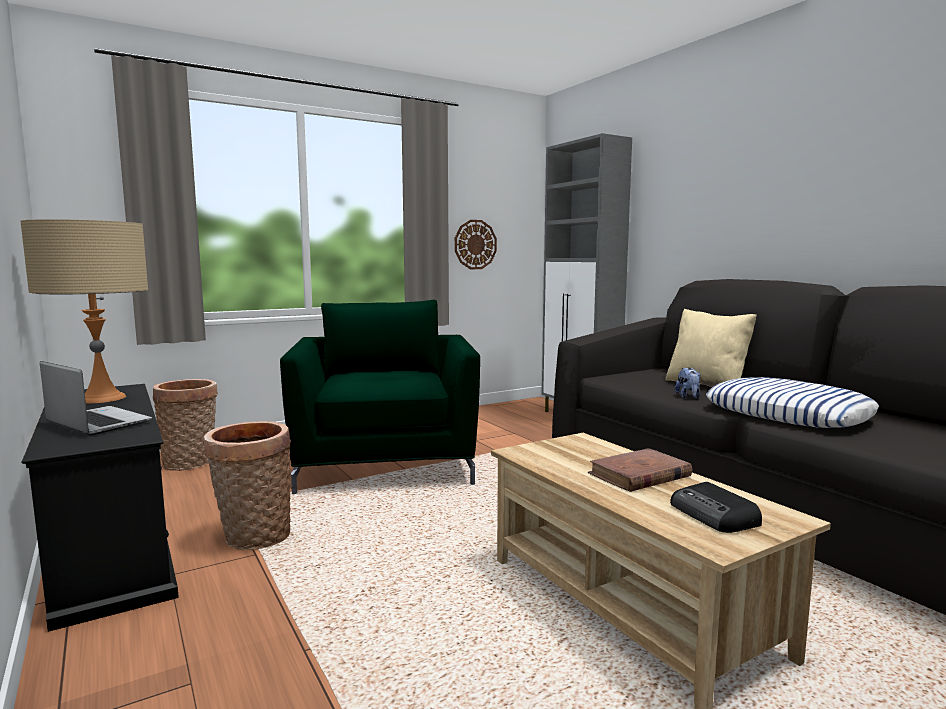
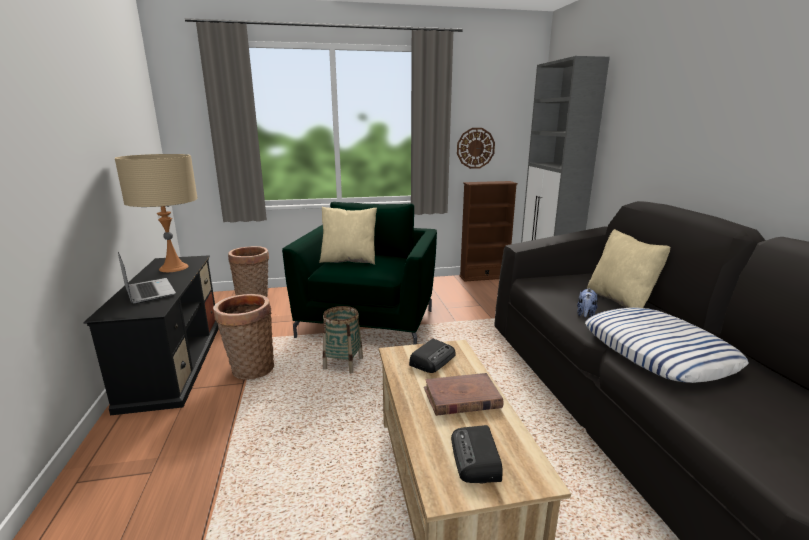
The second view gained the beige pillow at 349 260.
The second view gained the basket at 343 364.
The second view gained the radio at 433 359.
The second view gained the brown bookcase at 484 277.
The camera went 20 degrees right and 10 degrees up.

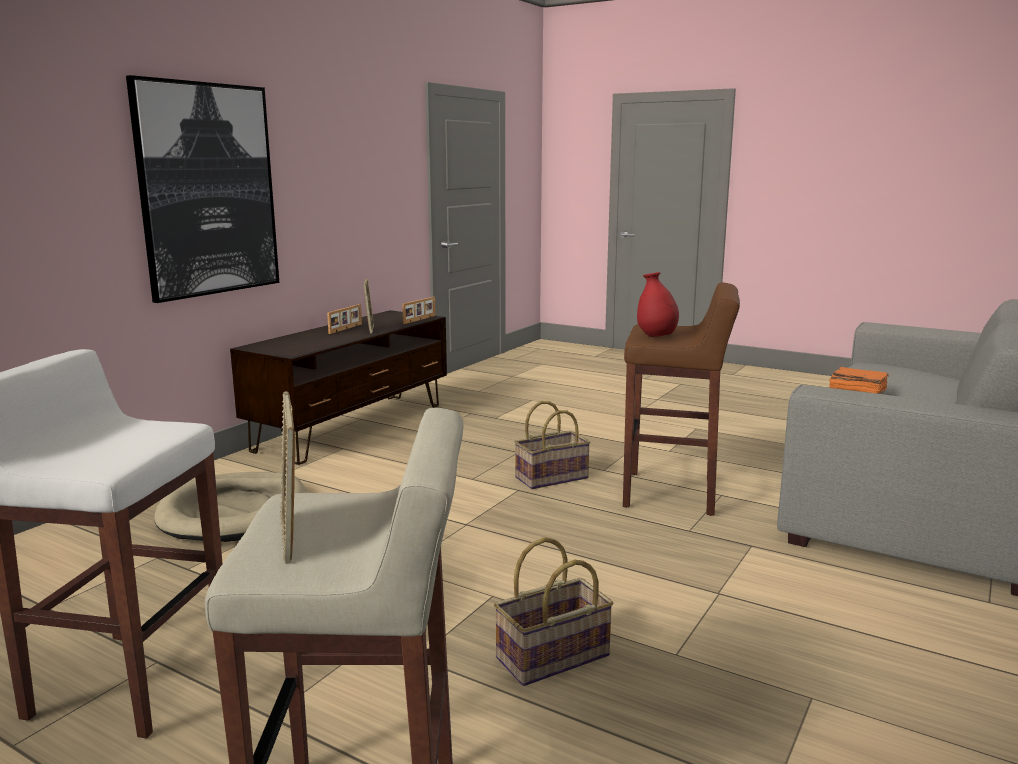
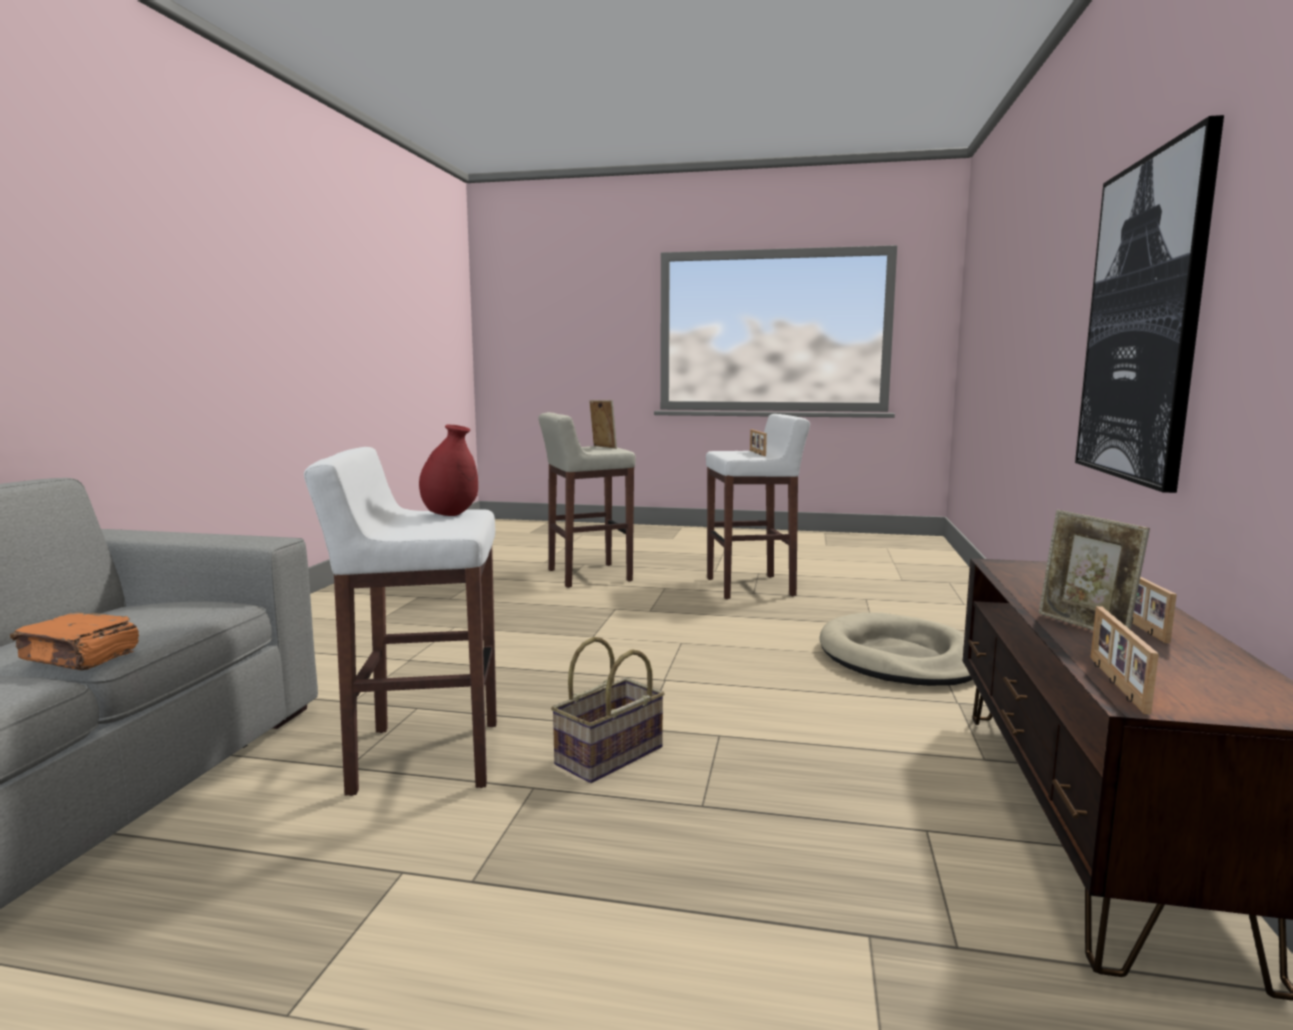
What was the brown stool at 672 493 turned into the white stool at 424 757.
The second view gained the picture frame at 756 453.
The second view lost the basket at 553 658.
The camera went 160 degrees right and 5 degrees down.

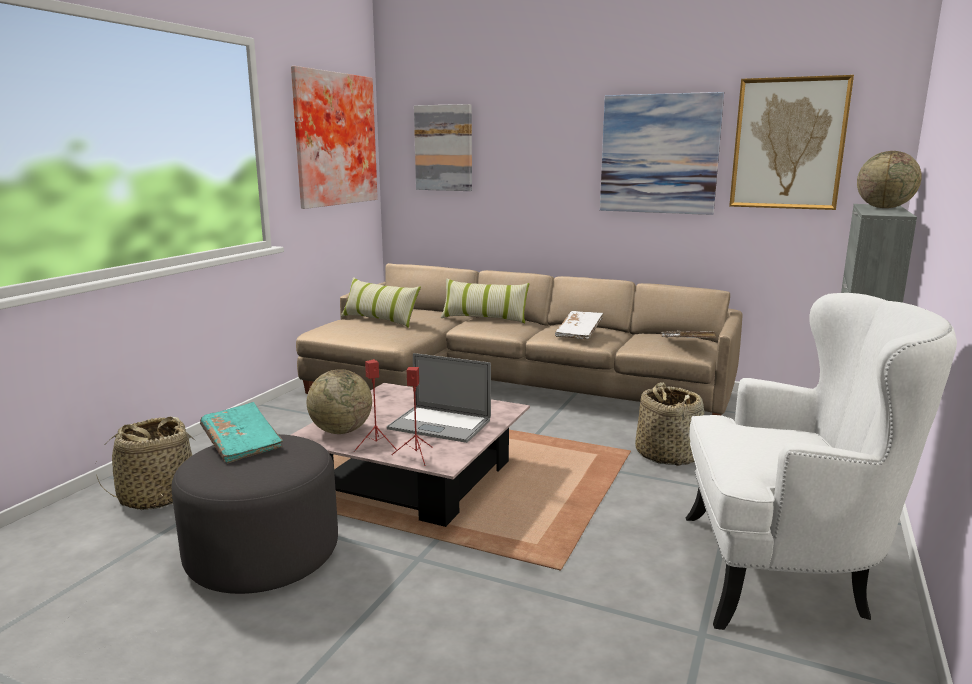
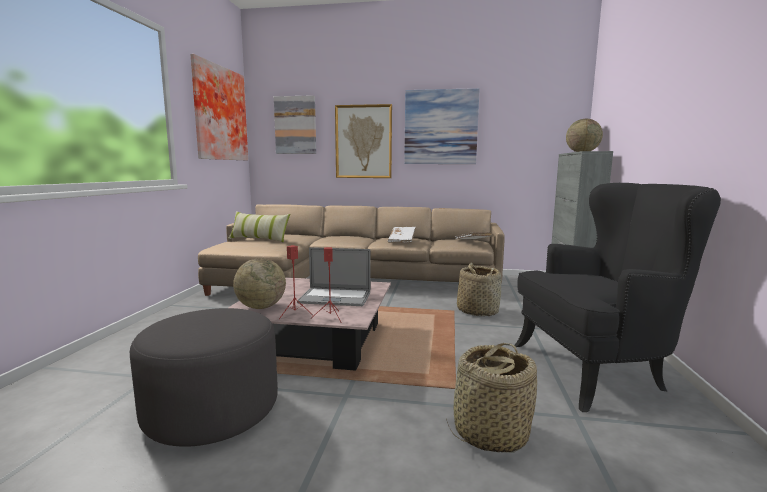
The picture ended up elsewhere, having gone from 788 144 to 363 142.
The basket ended up elsewhere, having gone from 156 497 to 490 433.
What was the white armchair at 785 572 turned into the black armchair at 597 370.
The second view lost the turquoise book at 242 444.
The second view lost the pillow at 484 318.
The camera went 15 degrees left and 5 degrees down.

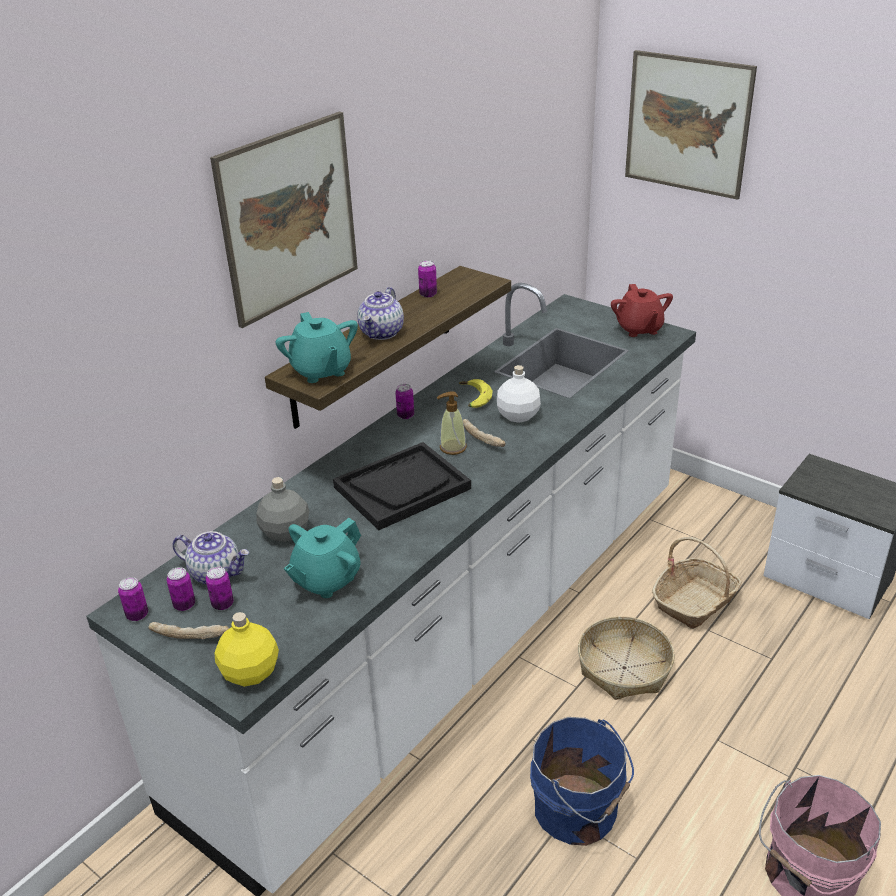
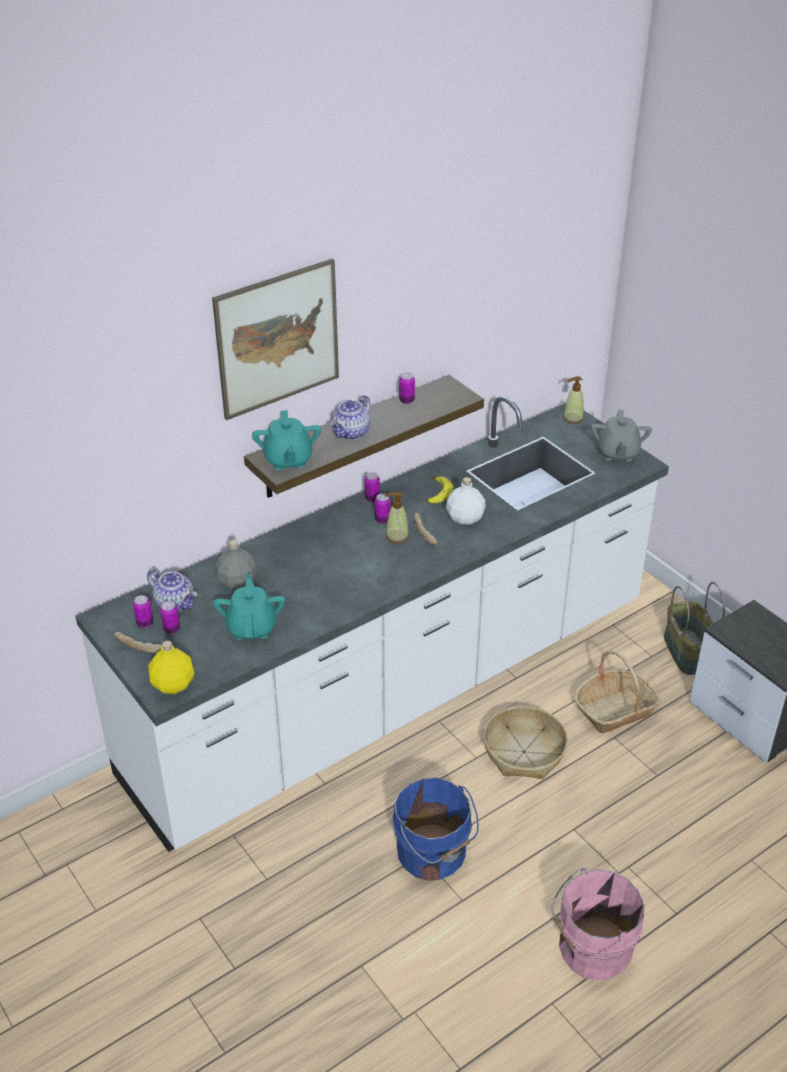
The turquoise teapot at 326 580 ended up facing another way, 120 degrees clockwise from before.
The can ended up elsewhere, having gone from 137 615 to 382 520.
The second view gained the soap dispenser at 573 418.
What was the red teapot at 639 329 turned into the grey teapot at 617 453.
The second view gained the basket at 686 651.
The second view lost the black tray at 402 488.
The second view lost the picture at 687 124.
The camera went 15 degrees right and 5 degrees up.

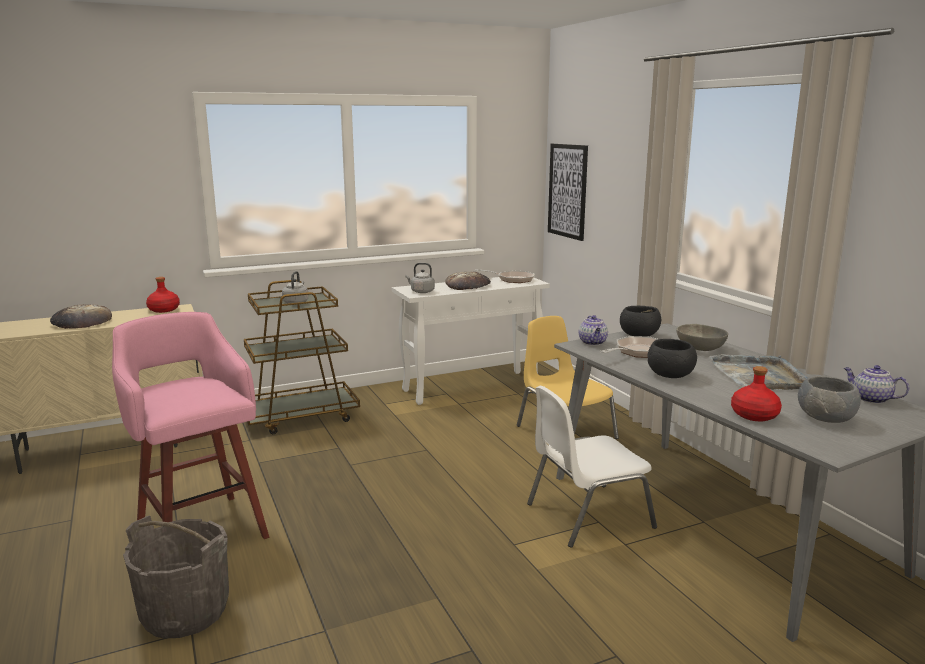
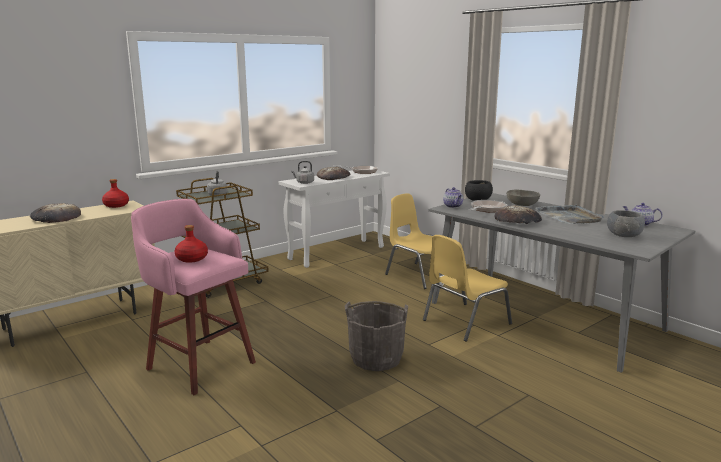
The red bottle ended up elsewhere, having gone from 754 415 to 192 258.
The grey bucket ended up elsewhere, having gone from 185 611 to 376 358.
What was the white chair at 587 515 turned into the yellow chair at 464 322.
Where the black bowl stood at 670 375, the bread came to stand at 517 220.
The second view lost the picture at 567 191.
The camera went 15 degrees left and 0 degrees up.

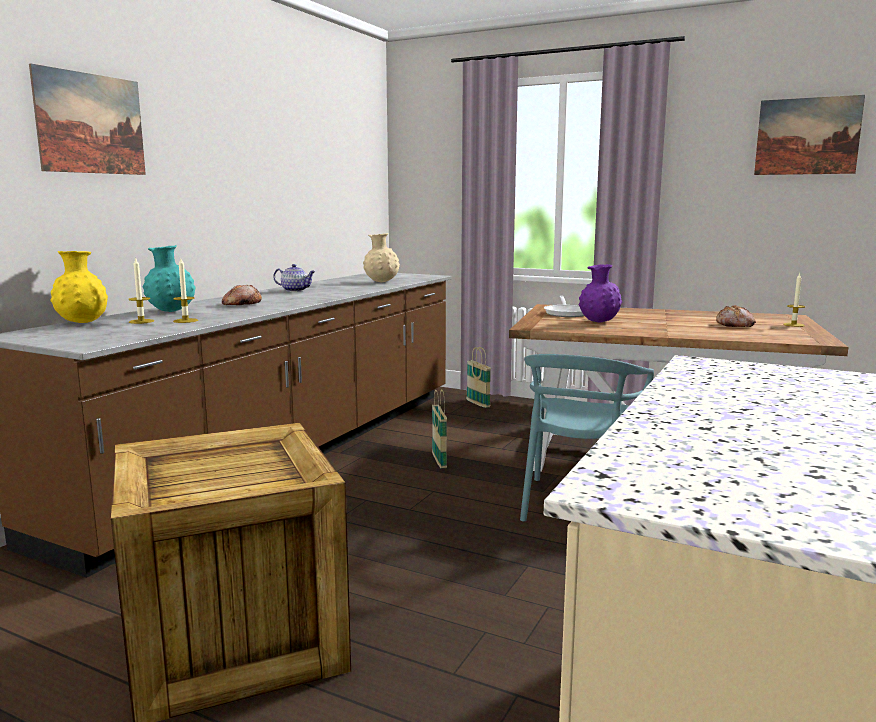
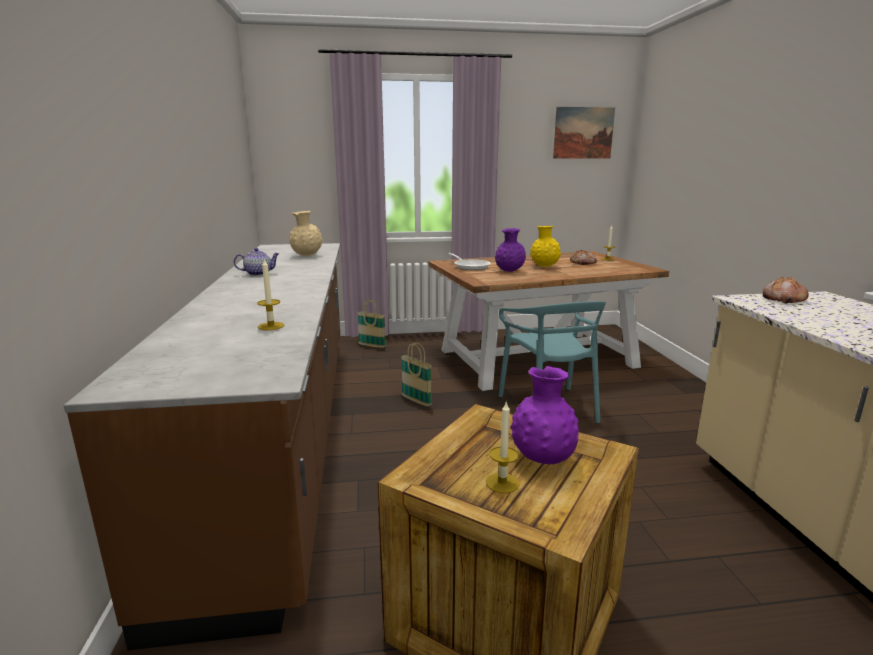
The candle ended up elsewhere, having gone from 141 321 to 502 483.
The second view gained the purple vase at 542 459.
The yellow vase ended up elsewhere, having gone from 82 322 to 544 266.
The bread ended up elsewhere, having gone from 241 304 to 782 299.
The second view lost the picture at 91 124.
The second view lost the turquoise vase at 171 311.
The camera went 35 degrees left and 5 degrees up.

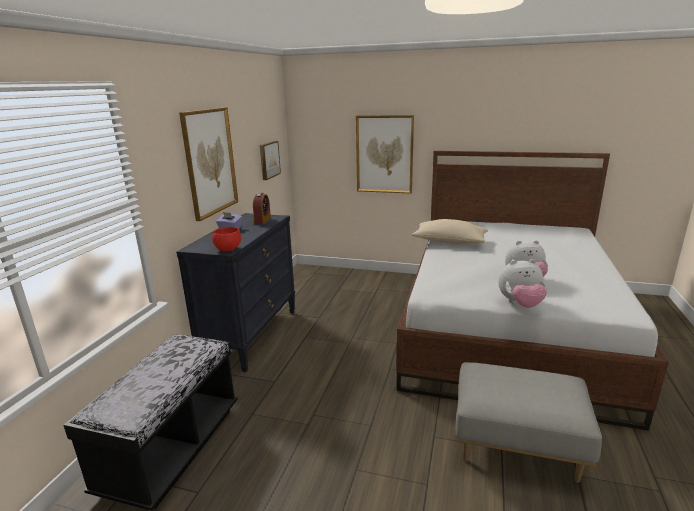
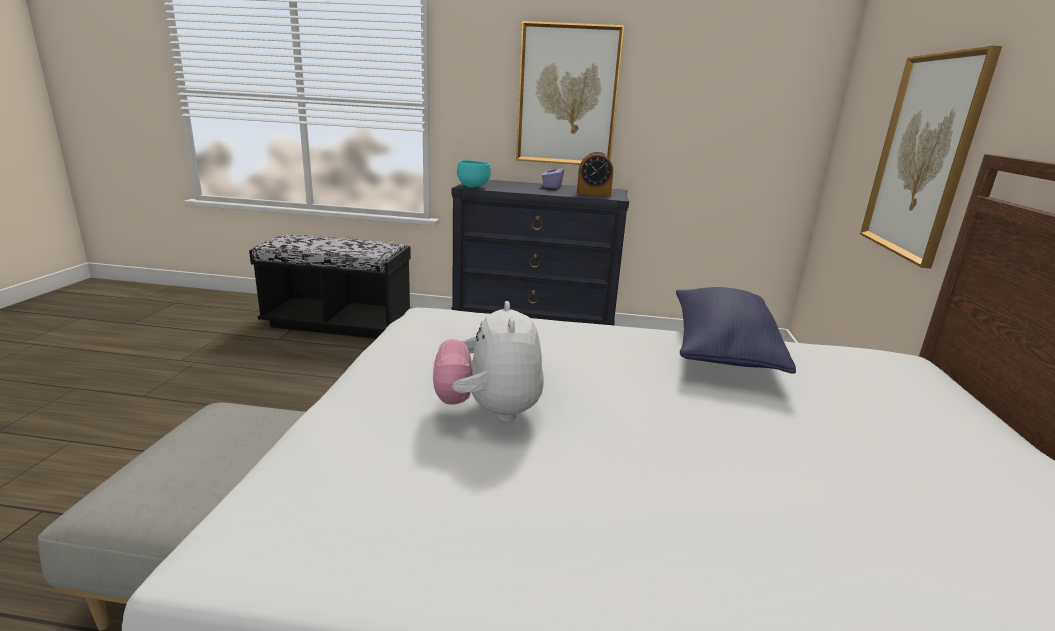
What was the red bowl at 227 249 turned into the turquoise bowl at 473 186.
What was the beige pillow at 449 242 turned into the blue pillow at 721 349.
The second view lost the picture at 268 160.
The second view lost the plush toy at 520 304.
The camera went 80 degrees right and 0 degrees up.

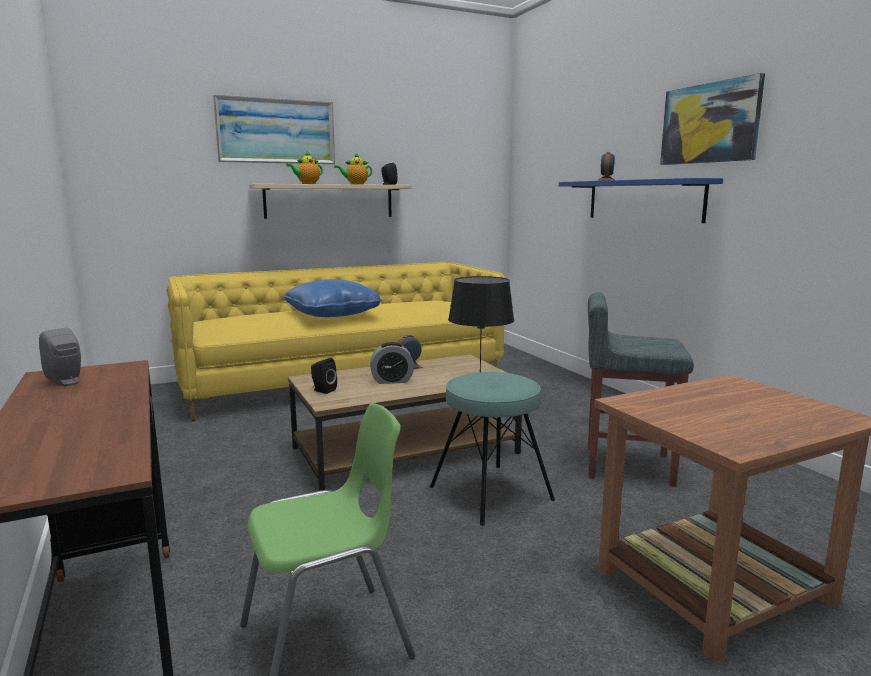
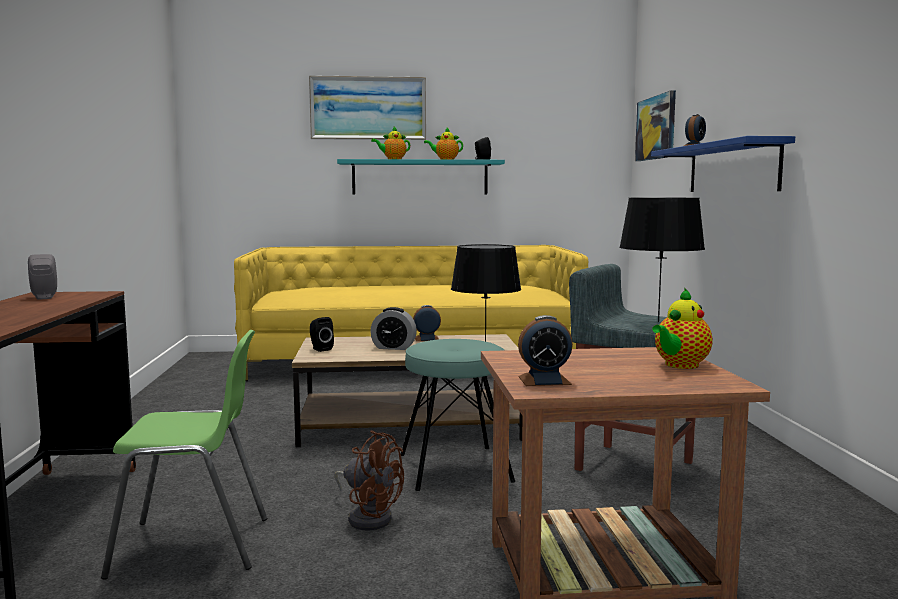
The second view gained the brown fan at 369 517.
What was the beige shelf at 329 201 turned into the turquoise shelf at 420 177.
The second view gained the alarm clock at 544 380.
The second view gained the black table lamp at 658 321.
The picture ended up elsewhere, having gone from 709 123 to 656 128.
The second view gained the teapot at 680 365.
The second view lost the blue pillow at 332 314.
The camera went 20 degrees right and 5 degrees down.

